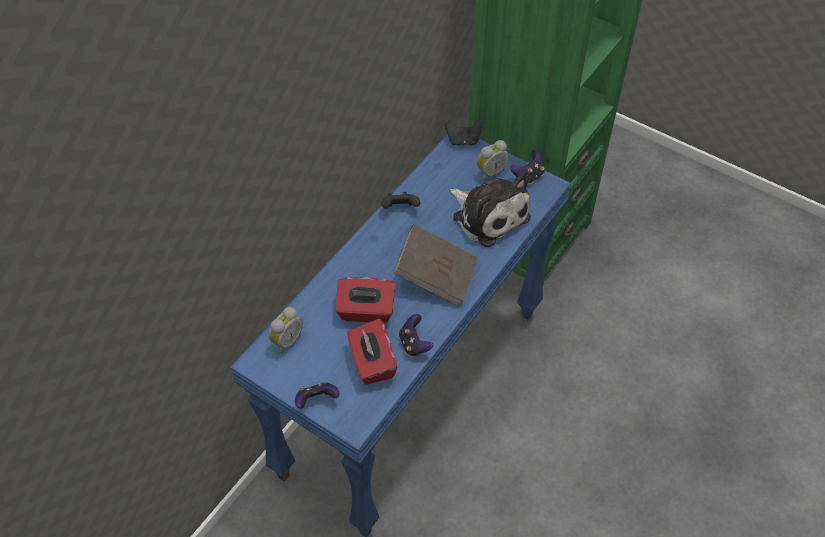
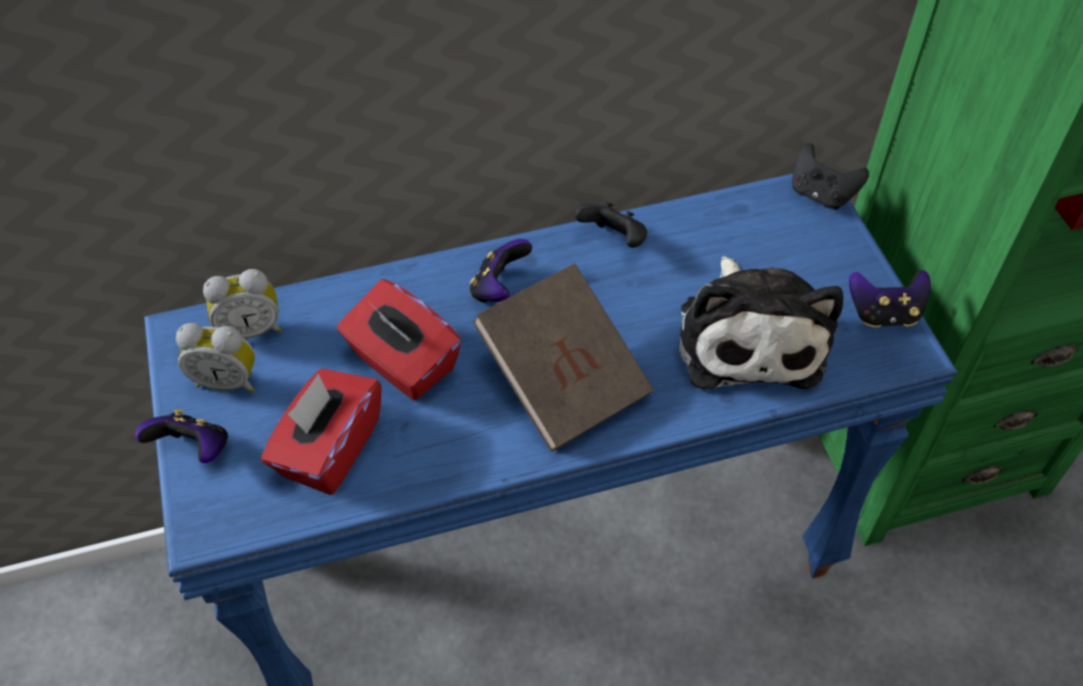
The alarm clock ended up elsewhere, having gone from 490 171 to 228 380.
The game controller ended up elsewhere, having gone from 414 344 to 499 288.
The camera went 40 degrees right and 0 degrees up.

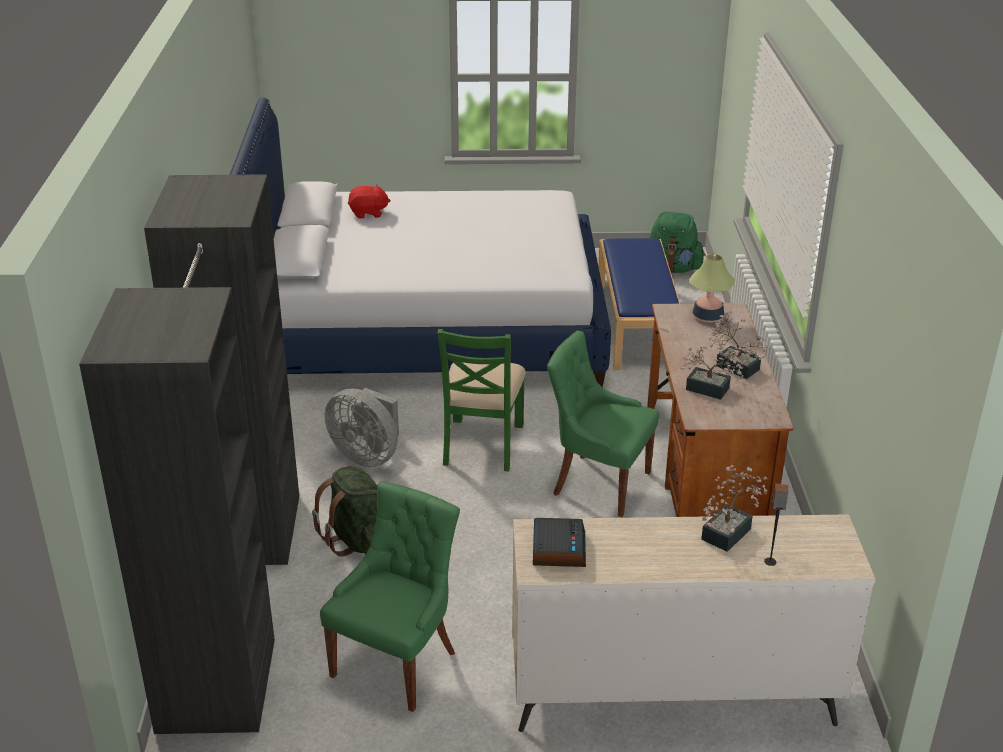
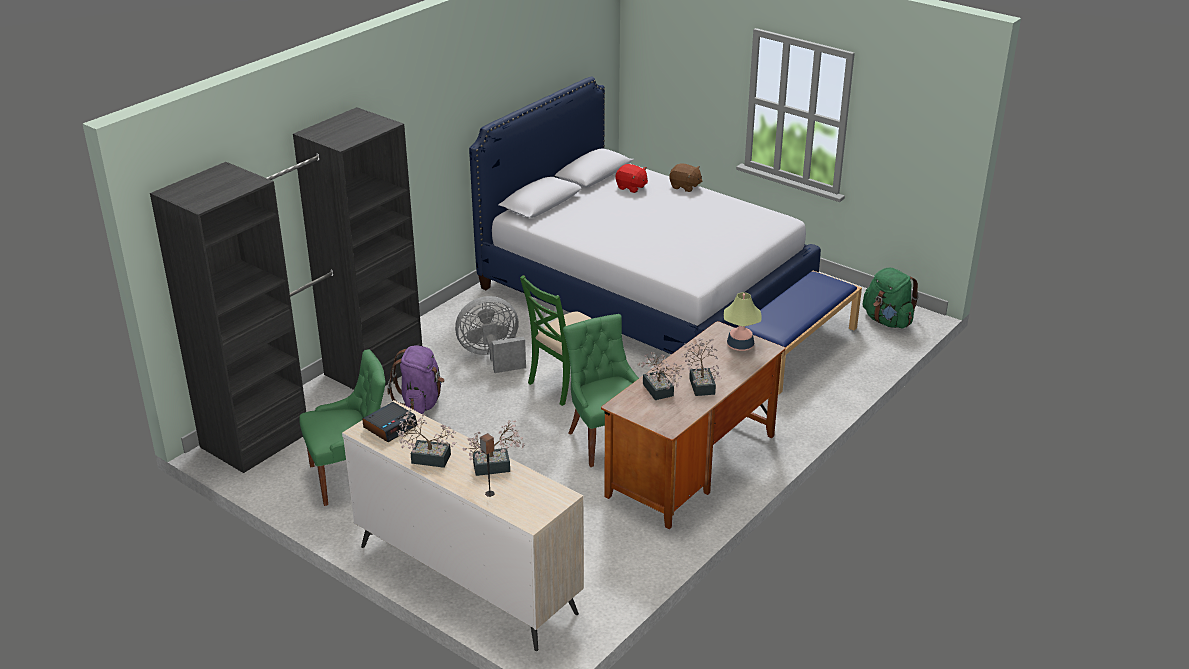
What was the green backpack at 358 541 turned into the purple backpack at 420 403.
The second view gained the potted plant at 426 457.
The grey fan at 367 455 ended up facing another way, 90 degrees clockwise from before.
The second view gained the brown plush toy at 685 187.
The camera went 40 degrees right and 0 degrees up.

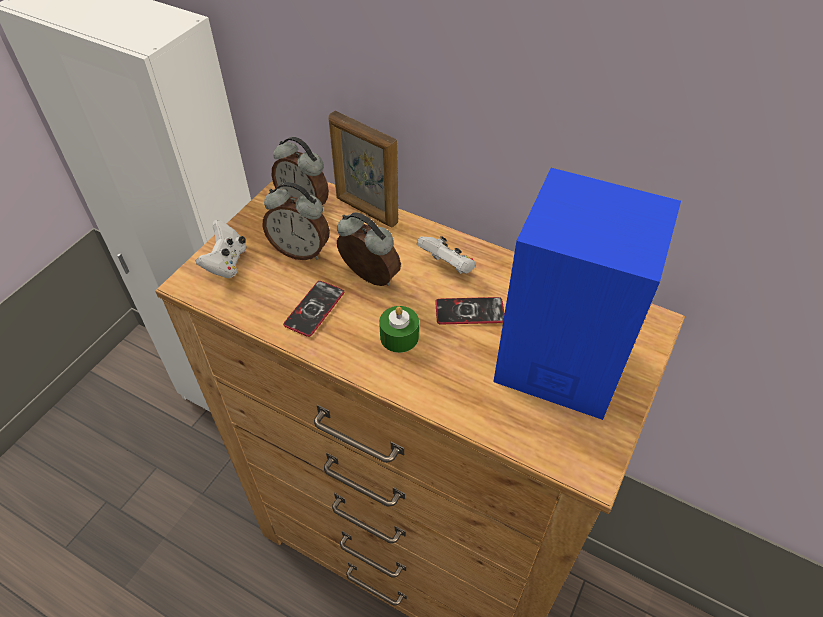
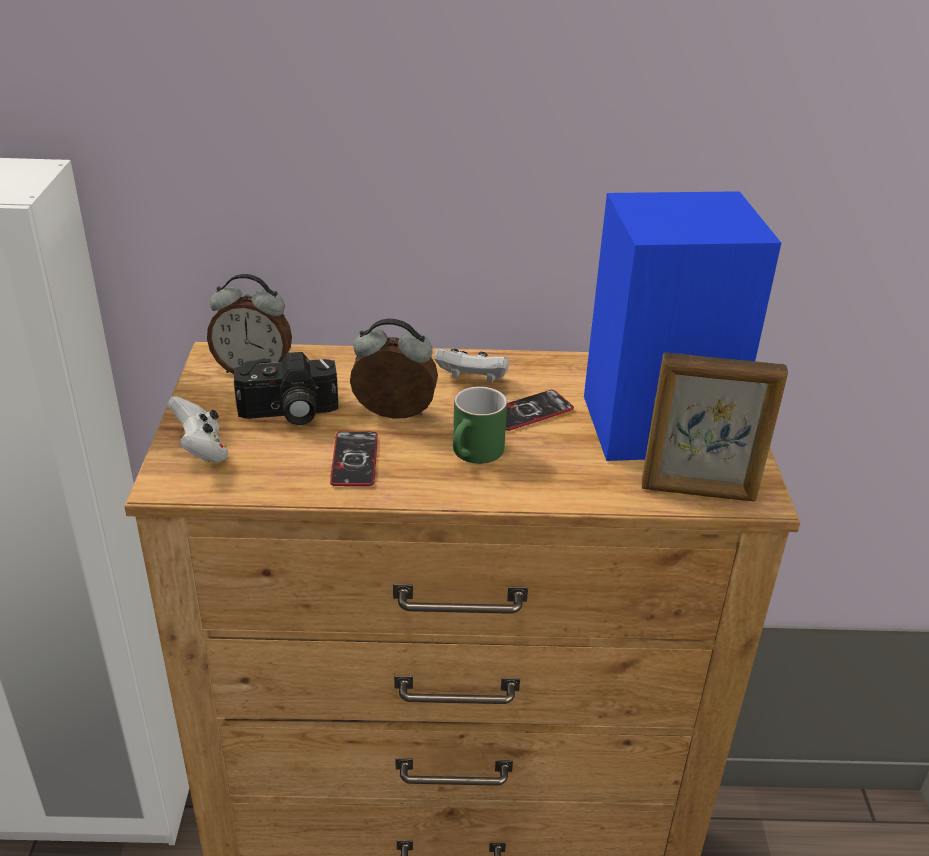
Where the alarm clock stood at 301 251, the photo camera came to stand at 288 413.
Where the green candle stood at 399 337, the green mug came to stand at 474 455.
The picture frame ended up elsewhere, having gone from 366 211 to 698 492.
The camera went 30 degrees left and 15 degrees down.

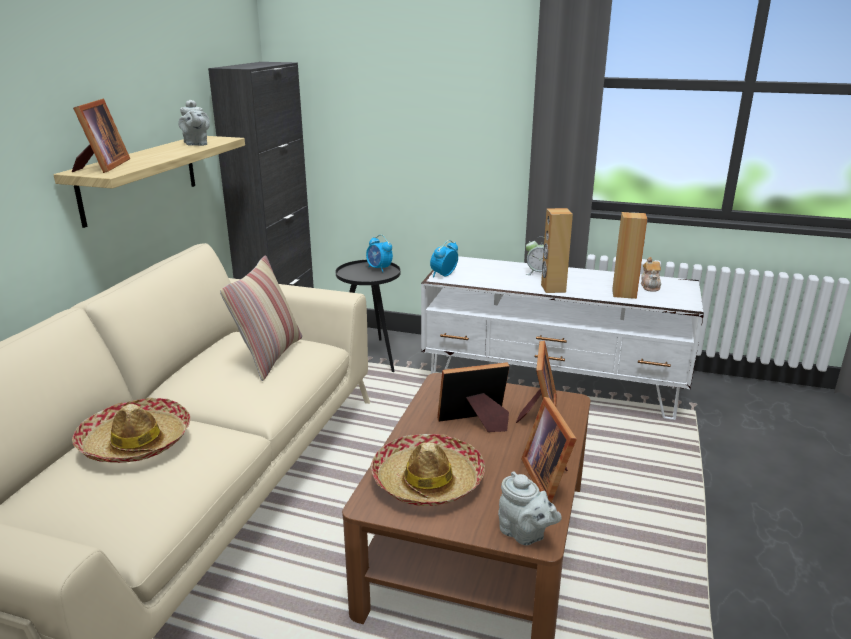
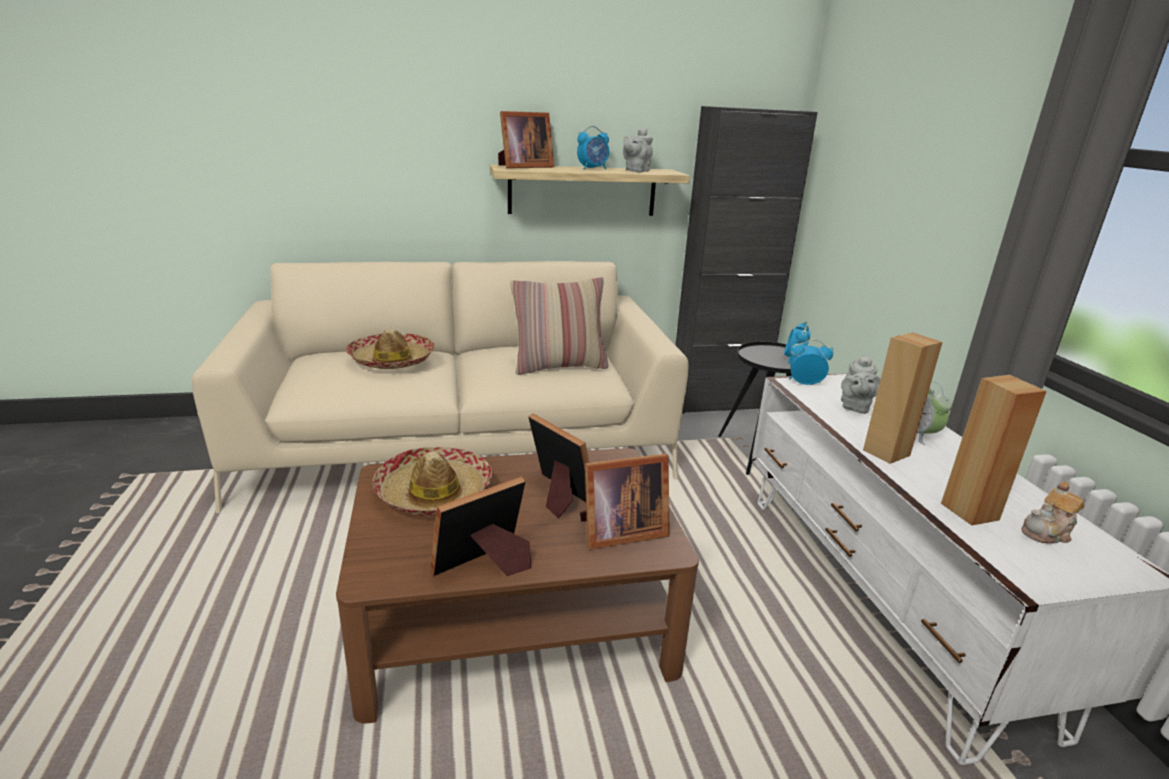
The second view gained the alarm clock at 593 169.
The grey teapot ended up elsewhere, having gone from 524 534 to 854 407.
The camera went 60 degrees right and 0 degrees up.

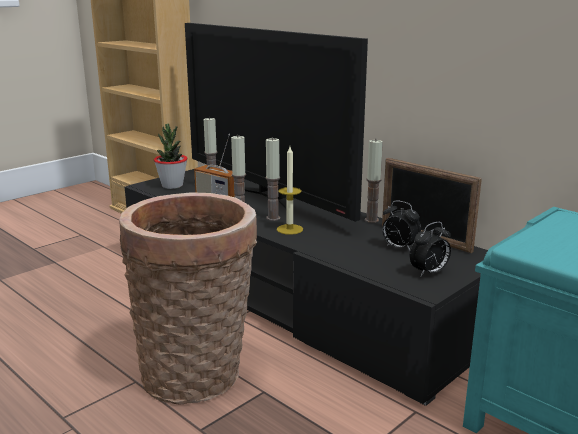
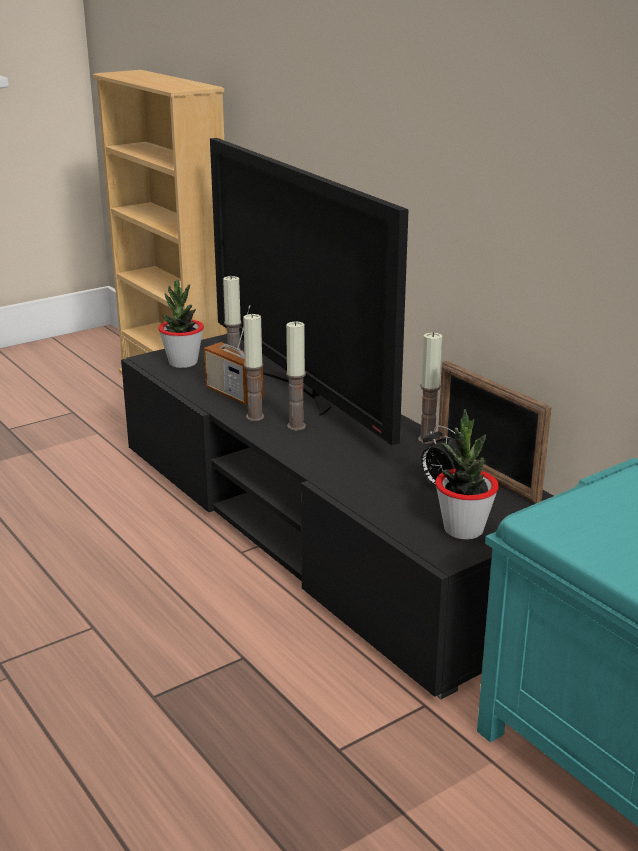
Where the alarm clock stood at 429 273, the potted plant came to stand at 463 529.
The second view lost the basket at 198 375.
The second view lost the candle at 289 229.
The camera went 10 degrees right and 5 degrees up.

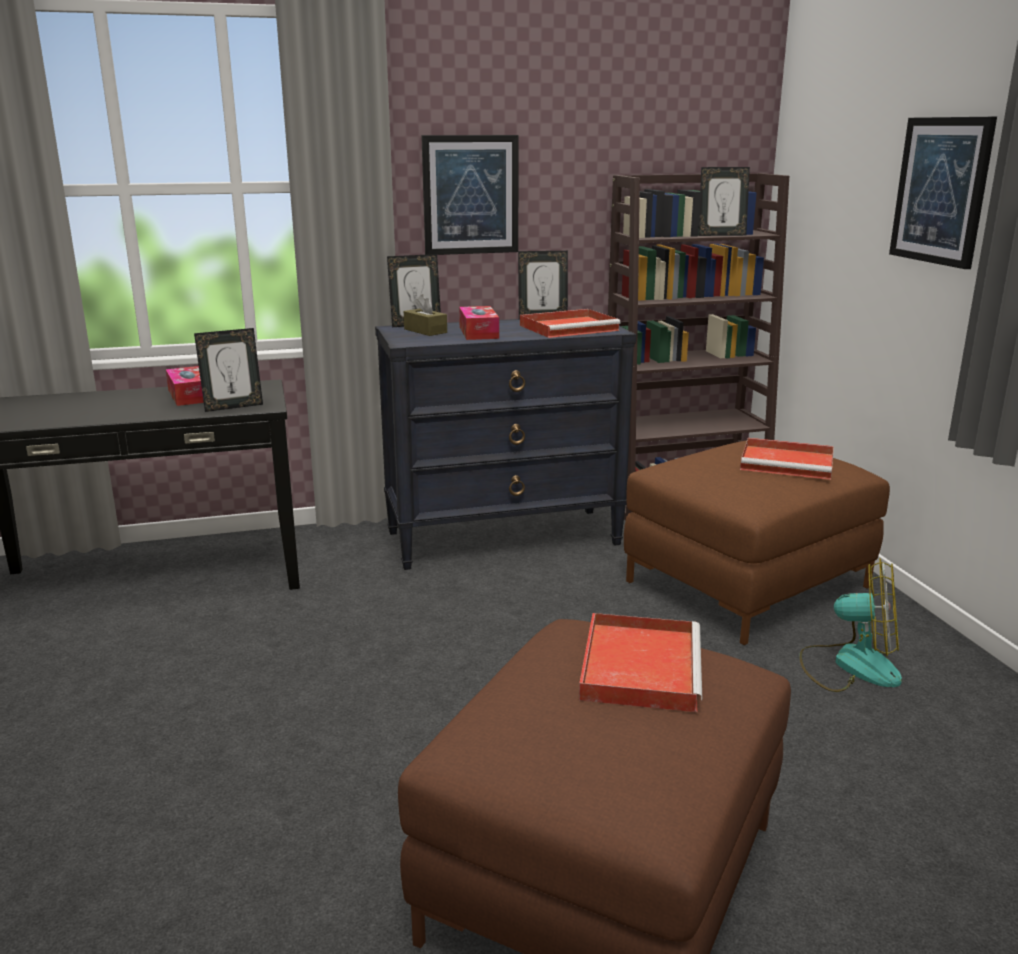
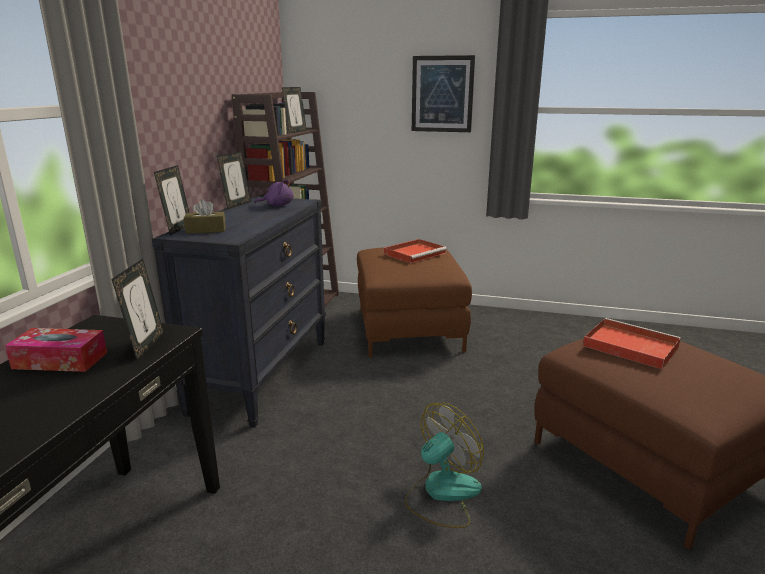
Where the red tray stood at 570 327, the purple plush toy came to stand at 277 205.
The fan ended up elsewhere, having gone from 850 665 to 442 493.
The second view lost the picture at 470 195.
The second view lost the tissue box at 478 332.
The camera went 60 degrees left and 0 degrees up.

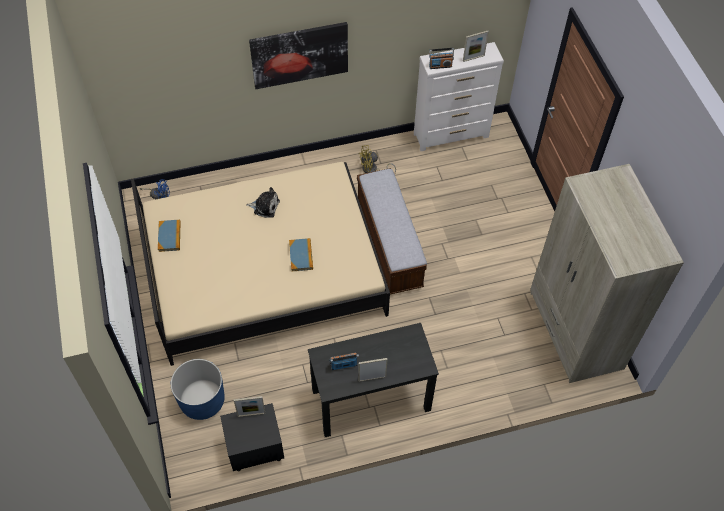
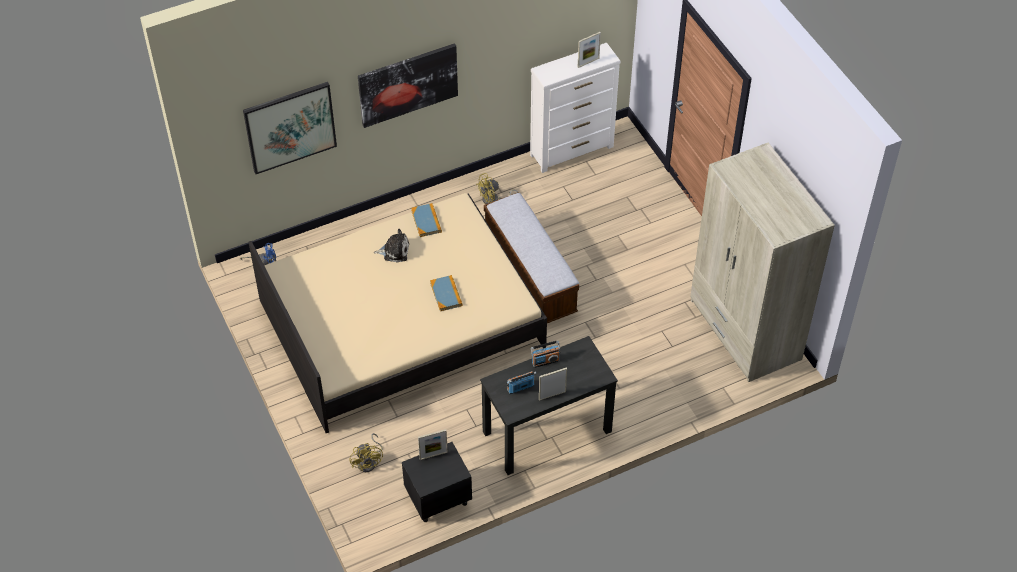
The second view gained the picture at 290 127.
Where the blue planter stood at 202 400, the yellow fan came to stand at 369 462.
The book ended up elsewhere, having gone from 169 236 to 426 221.
The radio ended up elsewhere, having gone from 440 66 to 545 361.
The camera went 10 degrees left and 5 degrees down.

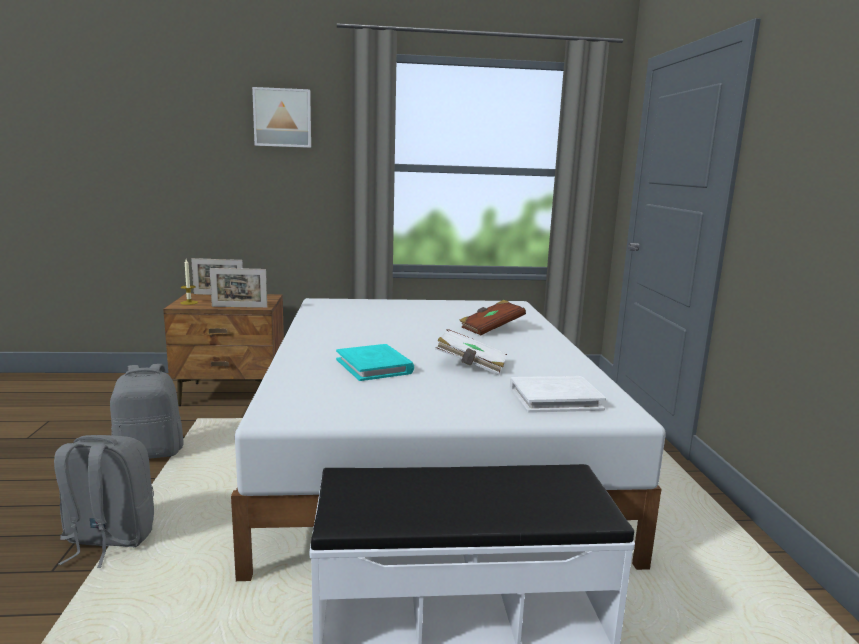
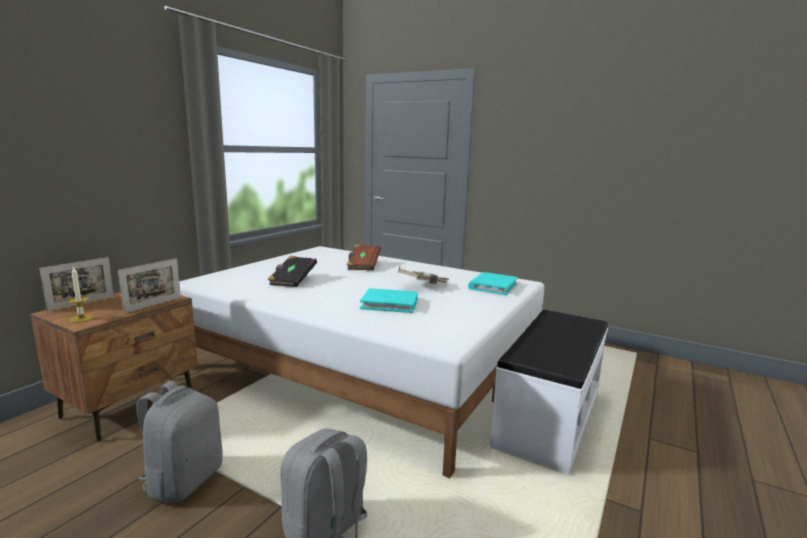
The second view gained the black book at 292 281.
What was the white book at 555 398 turned into the turquoise book at 492 286.
The second view lost the picture at 282 118.
The camera went 55 degrees left and 0 degrees up.

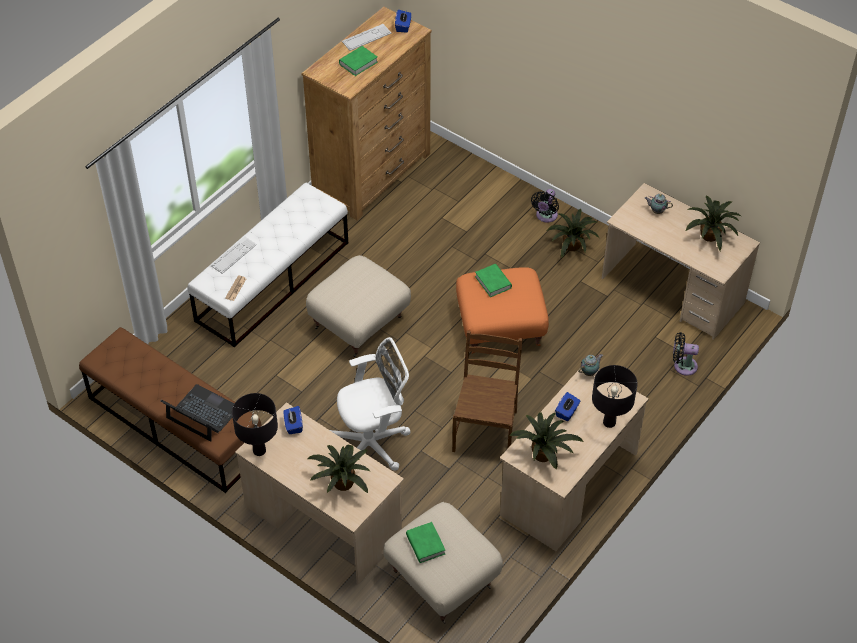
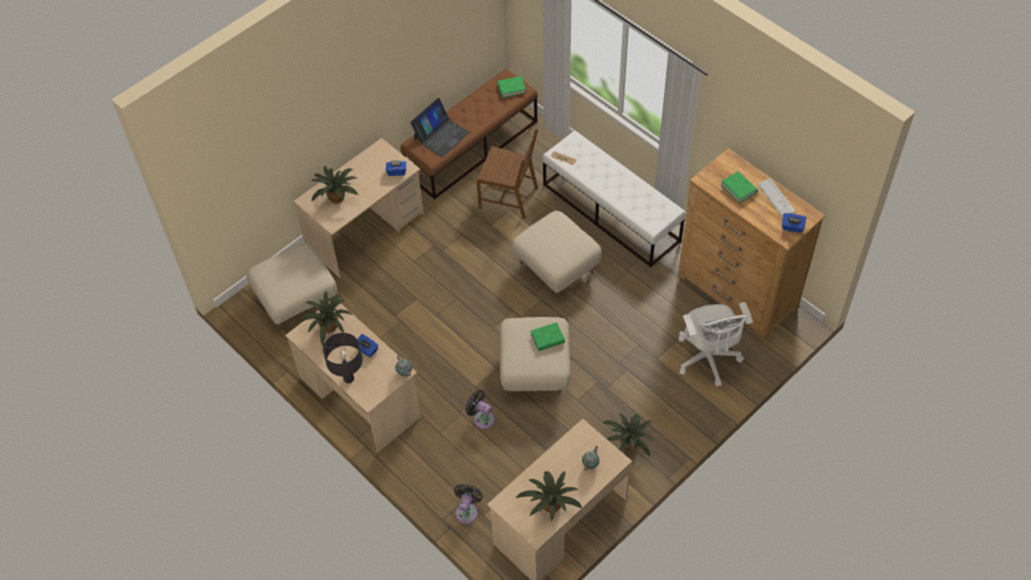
The black fan ended up elsewhere, having gone from 545 216 to 482 418.
The brown chair ended up elsewhere, having gone from 485 430 to 509 197.
The green book ended up elsewhere, having gone from 425 544 to 511 88.
What was the orange ottoman at 501 328 turned into the beige ottoman at 534 371.
The white office chair ended up elsewhere, having gone from 372 444 to 708 359.
The second view lost the keyboard at 233 255.
The second view lost the black table lamp at 259 451.
The camera went 100 degrees right and 5 degrees up.

